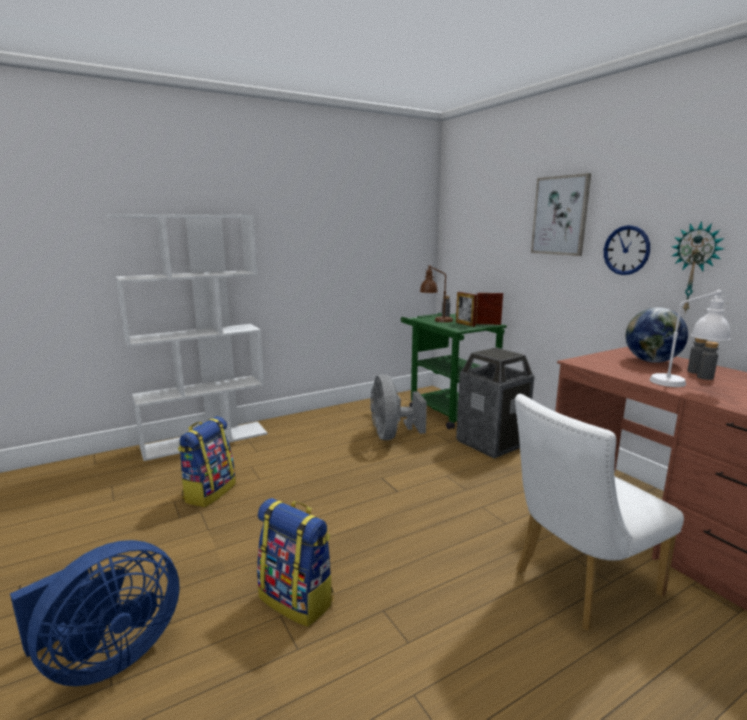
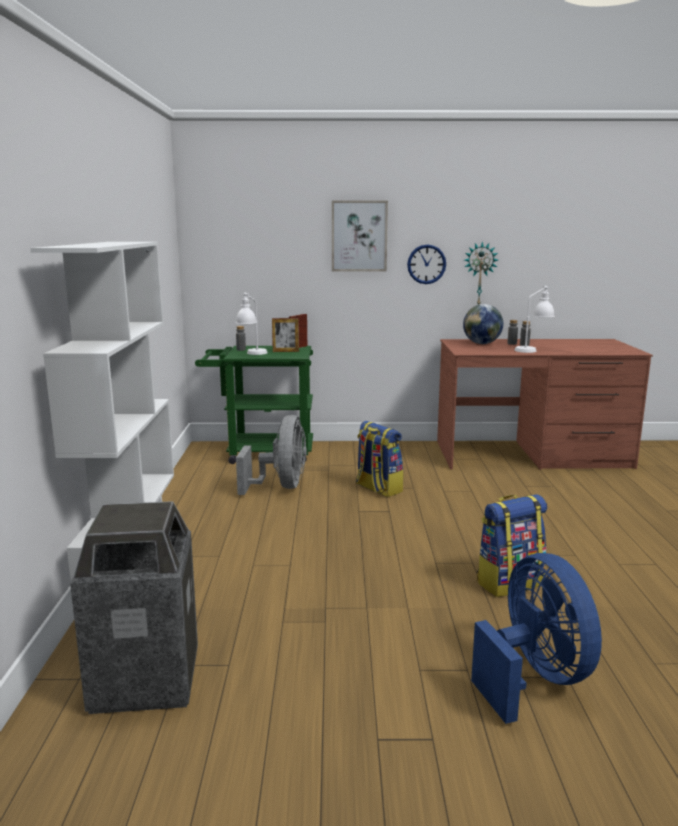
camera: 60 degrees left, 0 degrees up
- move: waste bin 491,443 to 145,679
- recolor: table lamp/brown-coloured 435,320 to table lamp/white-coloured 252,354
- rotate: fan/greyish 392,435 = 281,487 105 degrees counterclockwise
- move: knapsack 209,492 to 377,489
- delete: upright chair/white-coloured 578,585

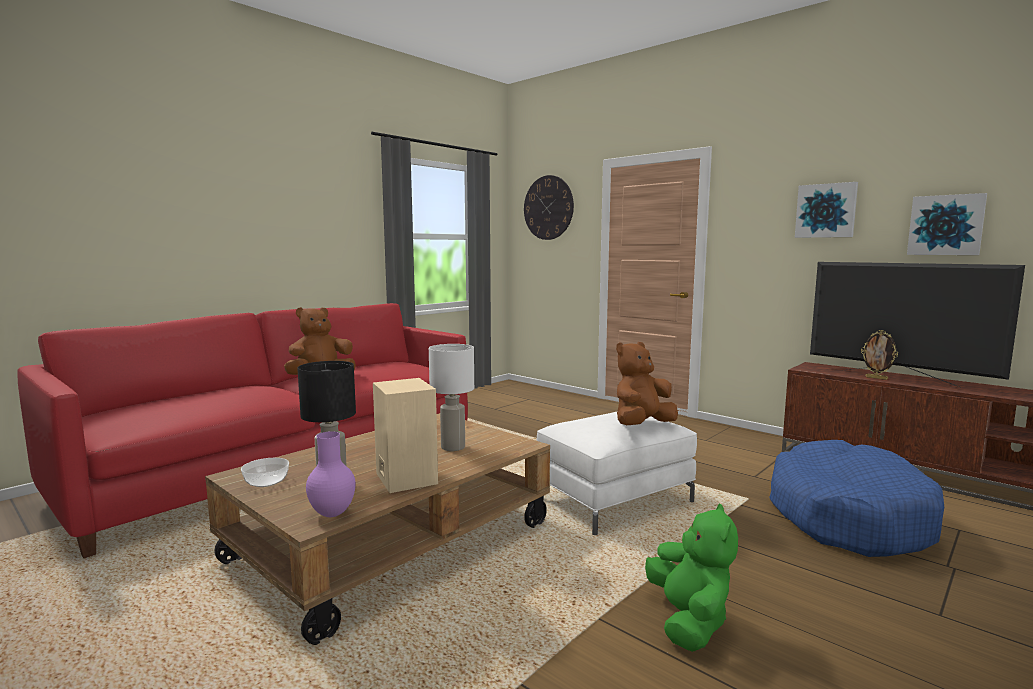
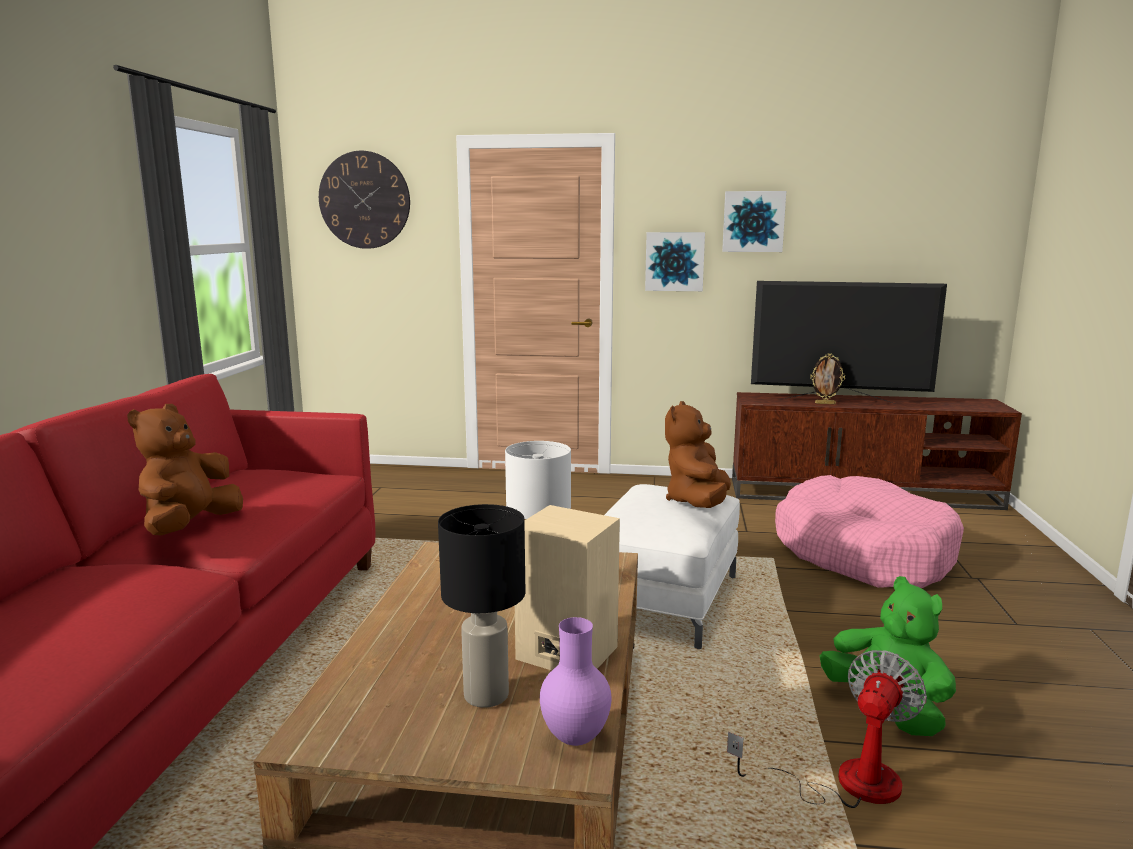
camera: 35 degrees left, 5 degrees up
- move: wall picture 946,225 to 674,261
- insert: fan 845,783
- recolor: dog cushion/blue 847,516 to dog cushion/pink 862,553
- delete: bowl 266,481

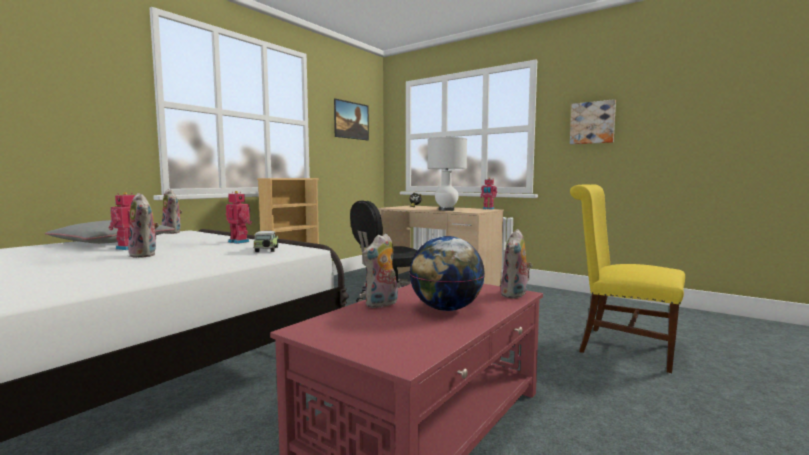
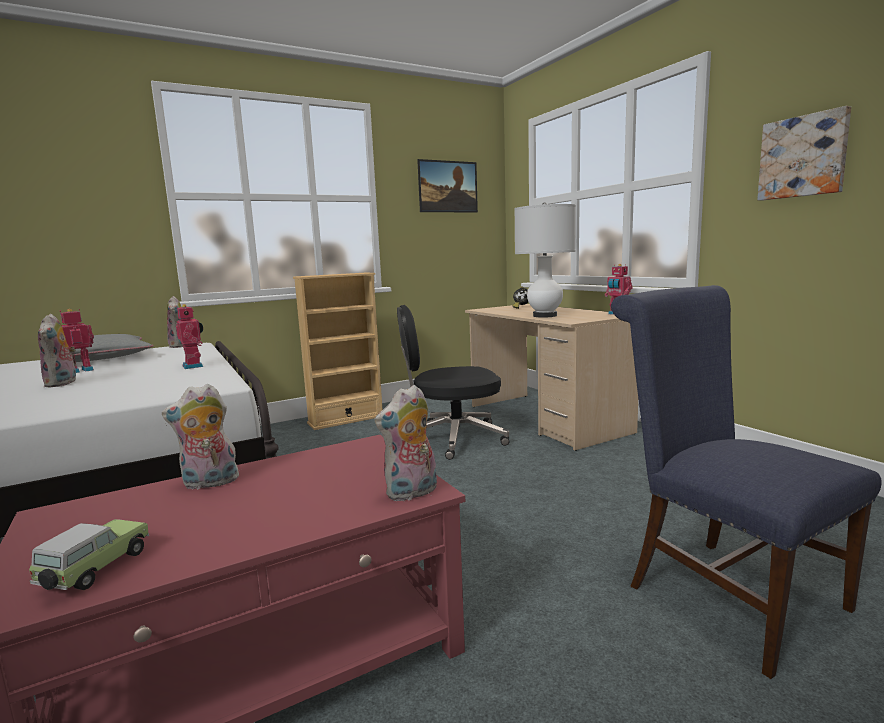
camera: 25 degrees right, 5 degrees up
- move: toy car 266,250 to 93,571
- recolor: upright chair/yellowish 620,346 to upright chair/blue 723,591
- delete: globe 446,309

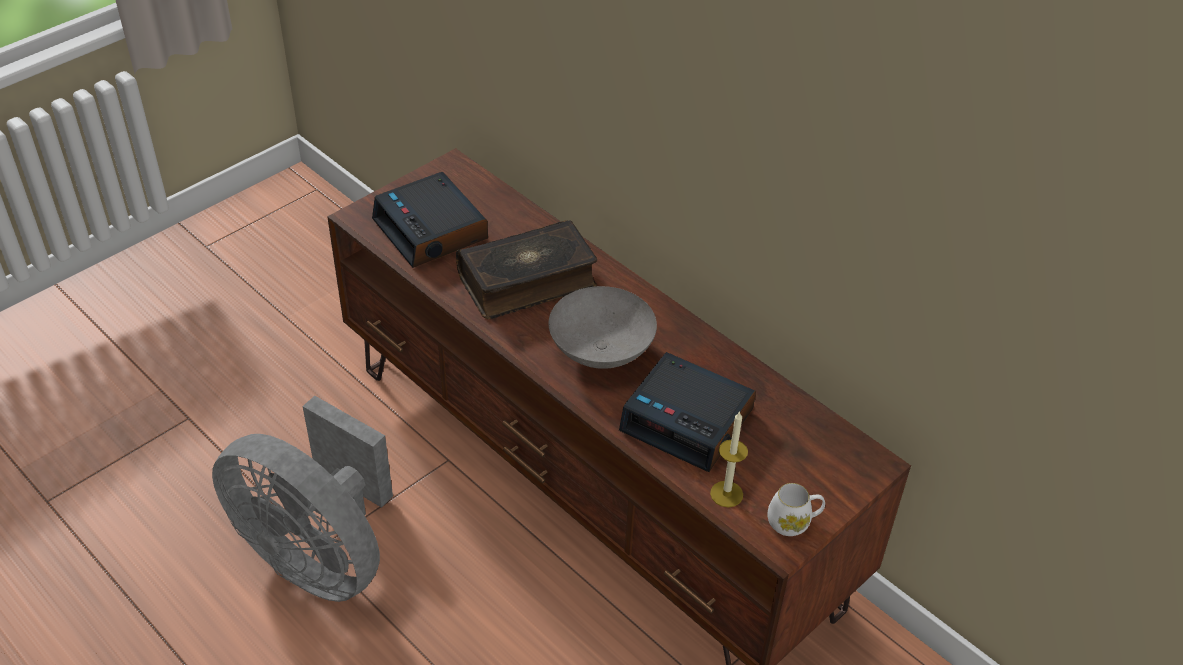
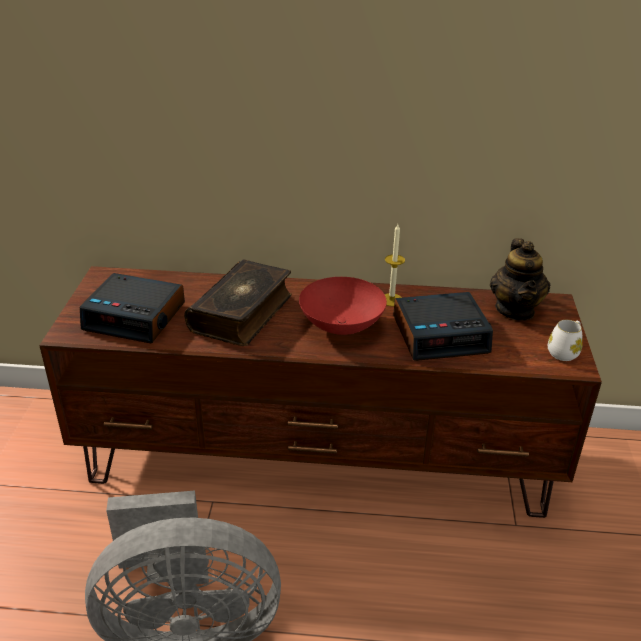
camera: 40 degrees left, 10 degrees down
- recolor: bowl/greyish 599,351 to bowl/red-coloured 340,327
- move: wax candle 726,494 to 391,300
- insert: pot for tea 515,310

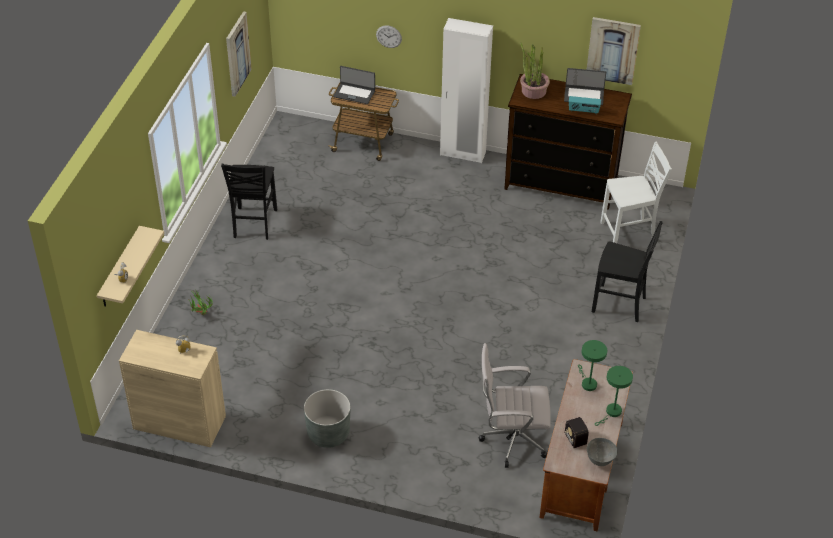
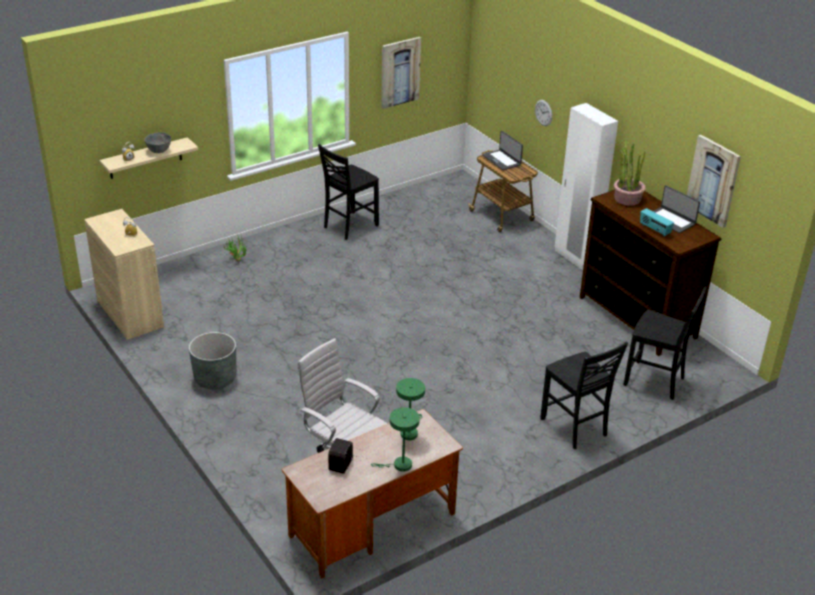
camera: 40 degrees right, 10 degrees down
- move: bowl/greyish 600,460 to 159,151
- recolor: upright chair/white-coloured 629,232 to upright chair/blackish 655,381

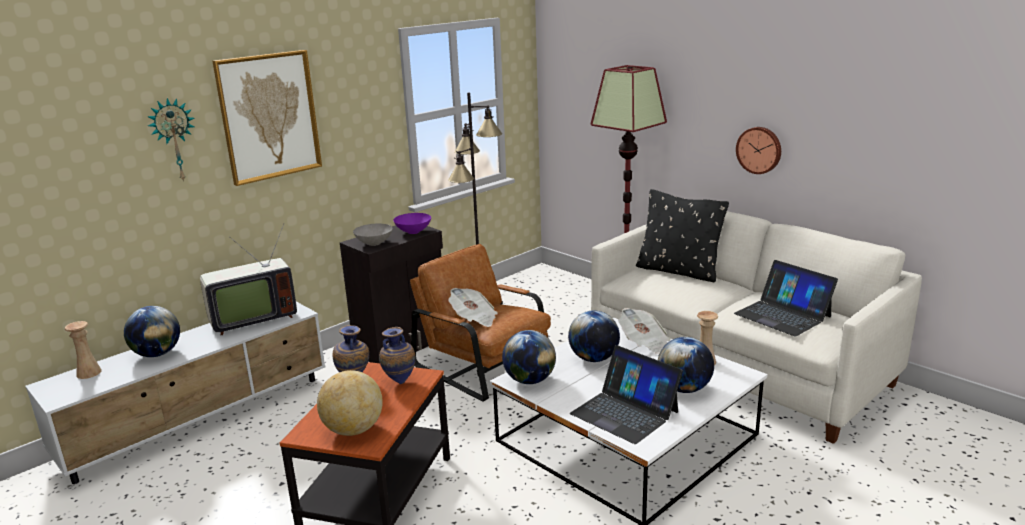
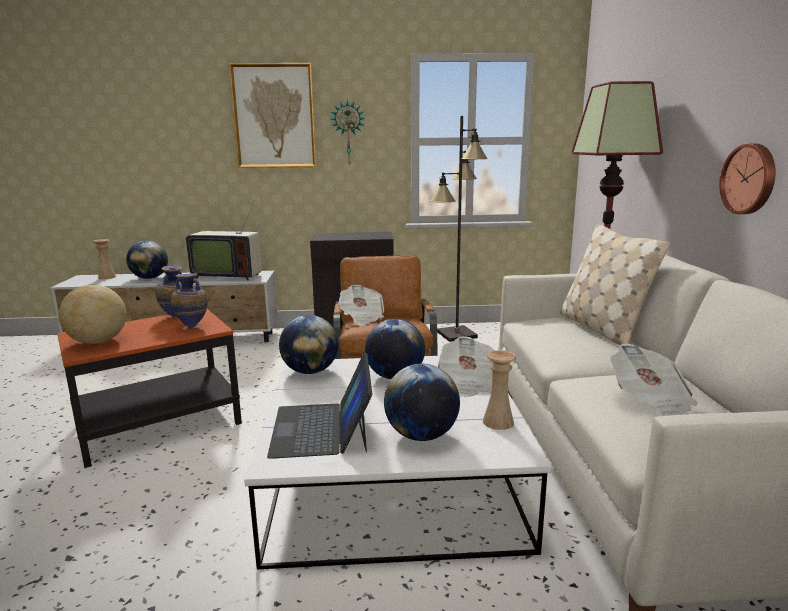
camera: 40 degrees right, 5 degrees down
- move: wall clock 174,140 to 348,133
- recolor: cushion/blackish 678,271 to cushion/beige 601,328
- replace: laptop 783,315 to daily paper 650,402
- delete: bowl/greyish 374,243
- delete: bowl/purple-coloured 412,232

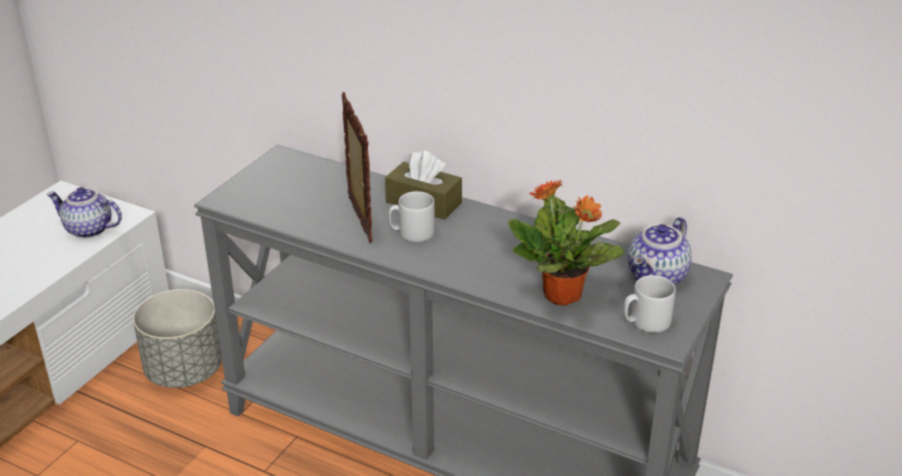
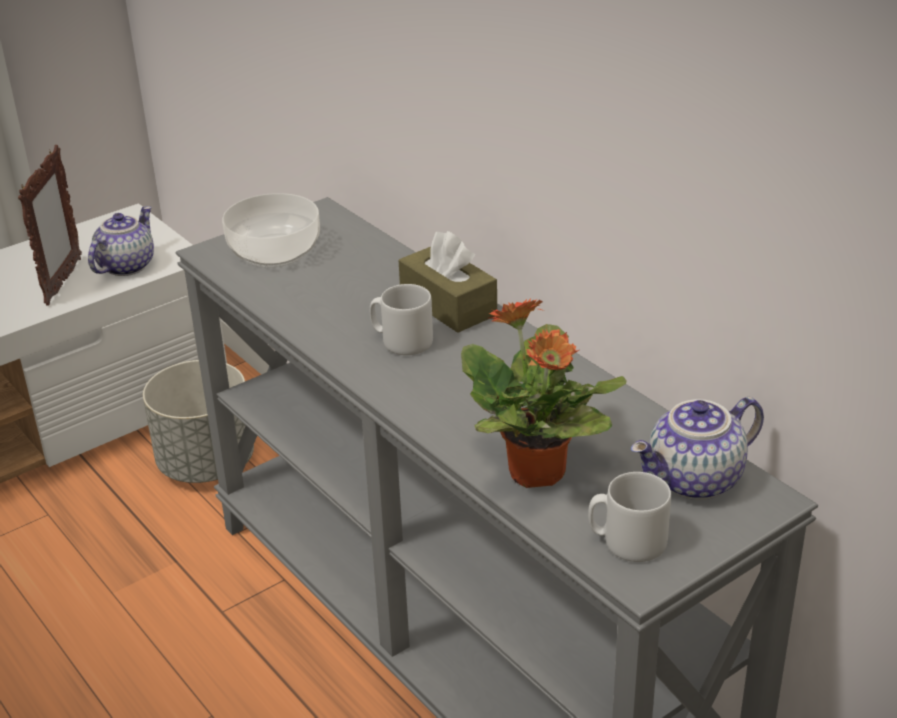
camera: 25 degrees right, 0 degrees up
- move: photo frame 359,220 to 63,282
- rotate: pot for tea 88,230 = 125,266 75 degrees clockwise
- insert: bowl 275,251

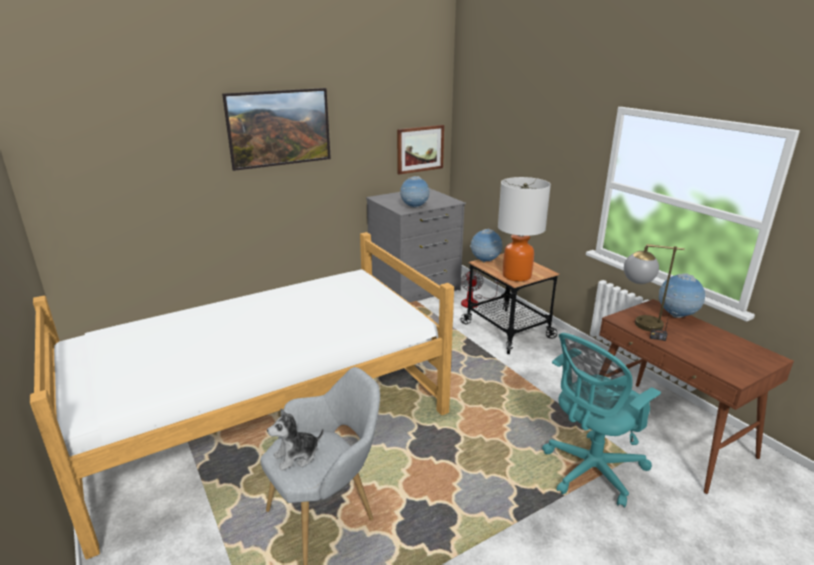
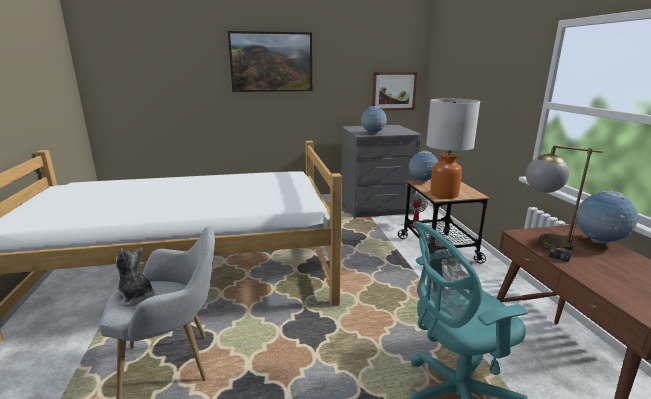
camera: 20 degrees right, 5 degrees down
- rotate: soft toy 297,456 = 135,297 45 degrees clockwise

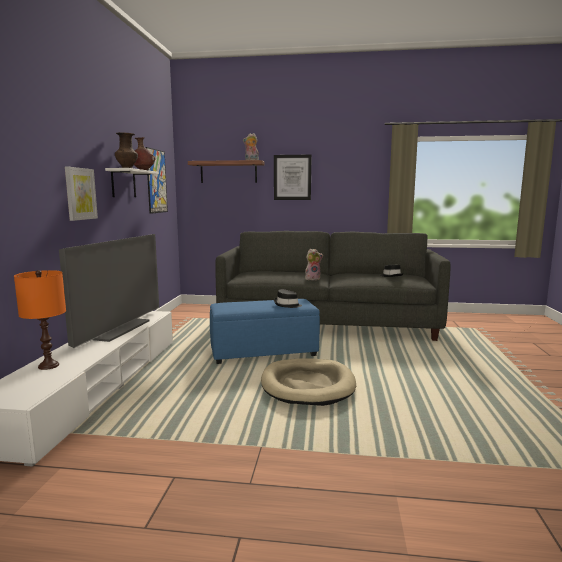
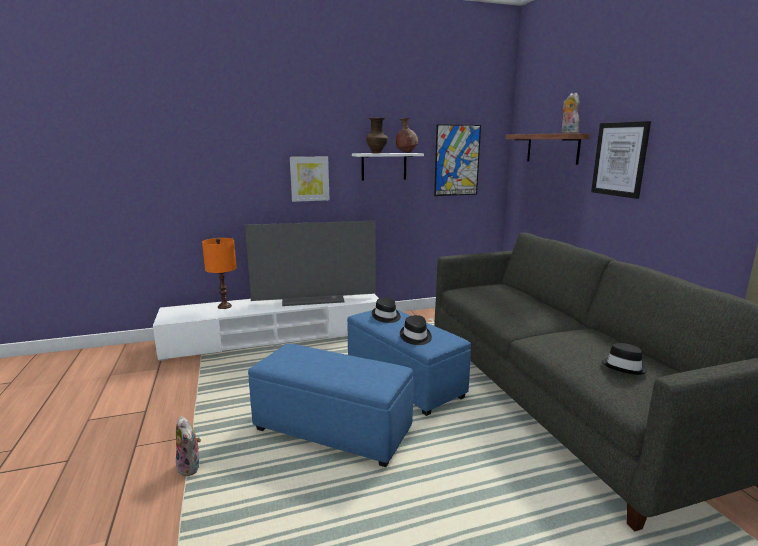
camera: 65 degrees right, 5 degrees up
- move: soft toy 312,279 to 191,467
- replace: dog cushion/beige 307,385 to footrest/blue 333,430
- insert: clothing hat/blackish 386,316

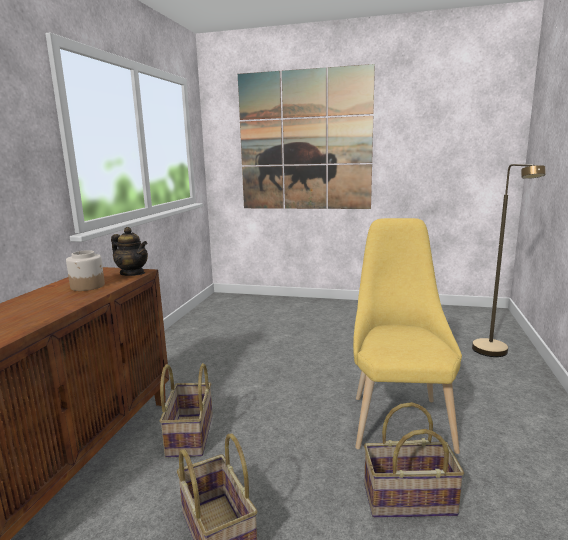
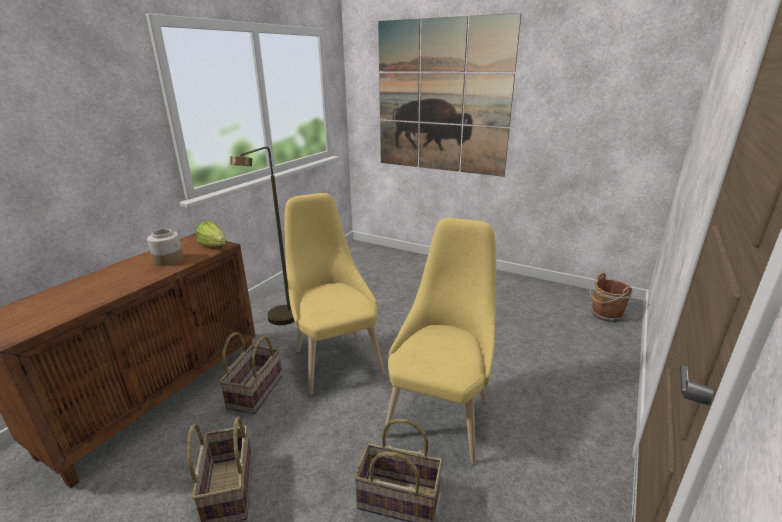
camera: 15 degrees right, 10 degrees up
- replace: pot for tea 132,273 to lettuce 215,247
- move: standing lamp/brown-coloured 495,354 to 279,321
- insert: upright chair/yellowish 335,358
- insert: water bucket/brown-coloured 605,314

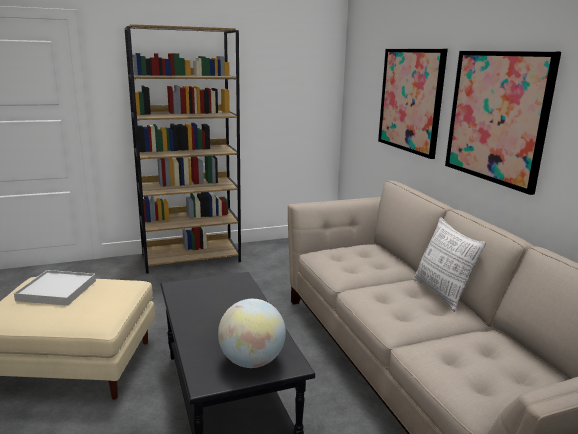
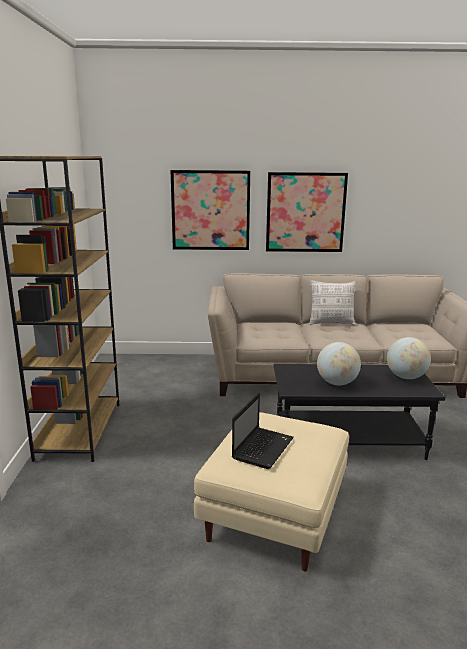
camera: 70 degrees left, 0 degrees up
- replace: tray/white-coloured 57,290 to laptop 263,448
- insert: globe 337,383

